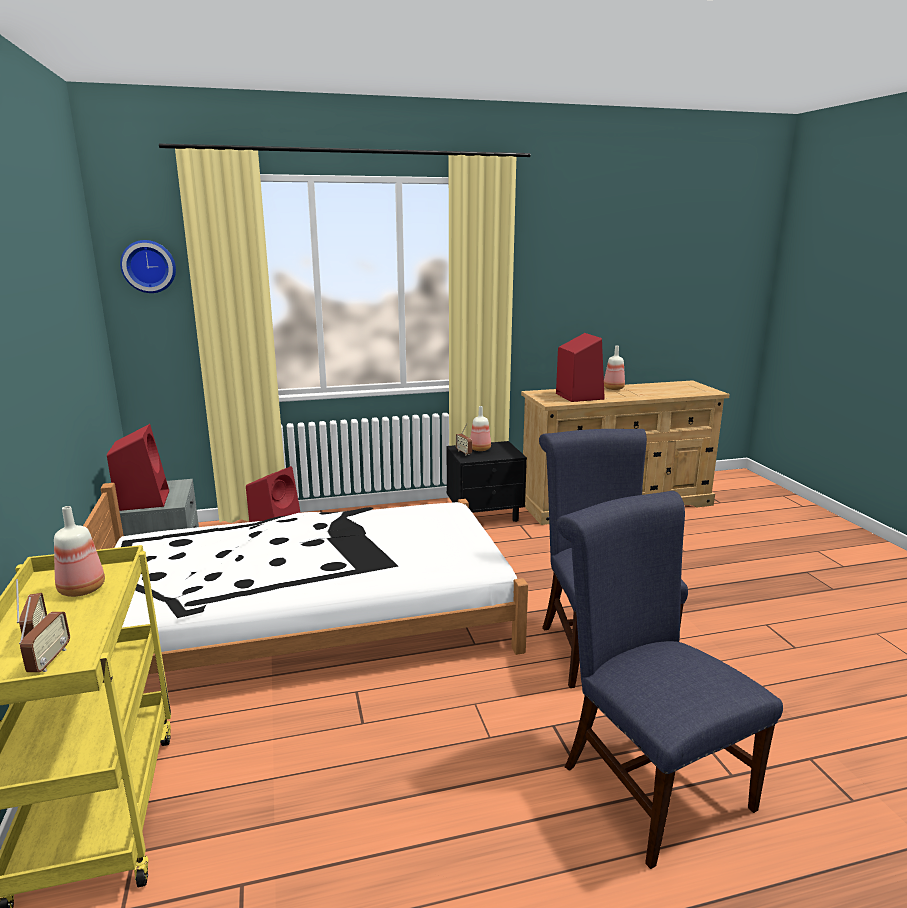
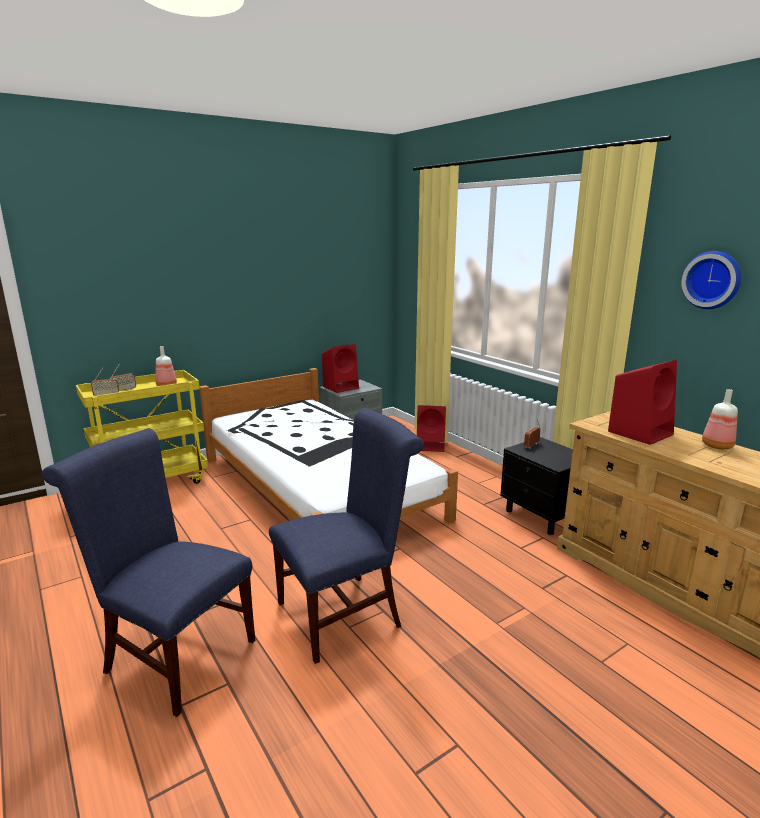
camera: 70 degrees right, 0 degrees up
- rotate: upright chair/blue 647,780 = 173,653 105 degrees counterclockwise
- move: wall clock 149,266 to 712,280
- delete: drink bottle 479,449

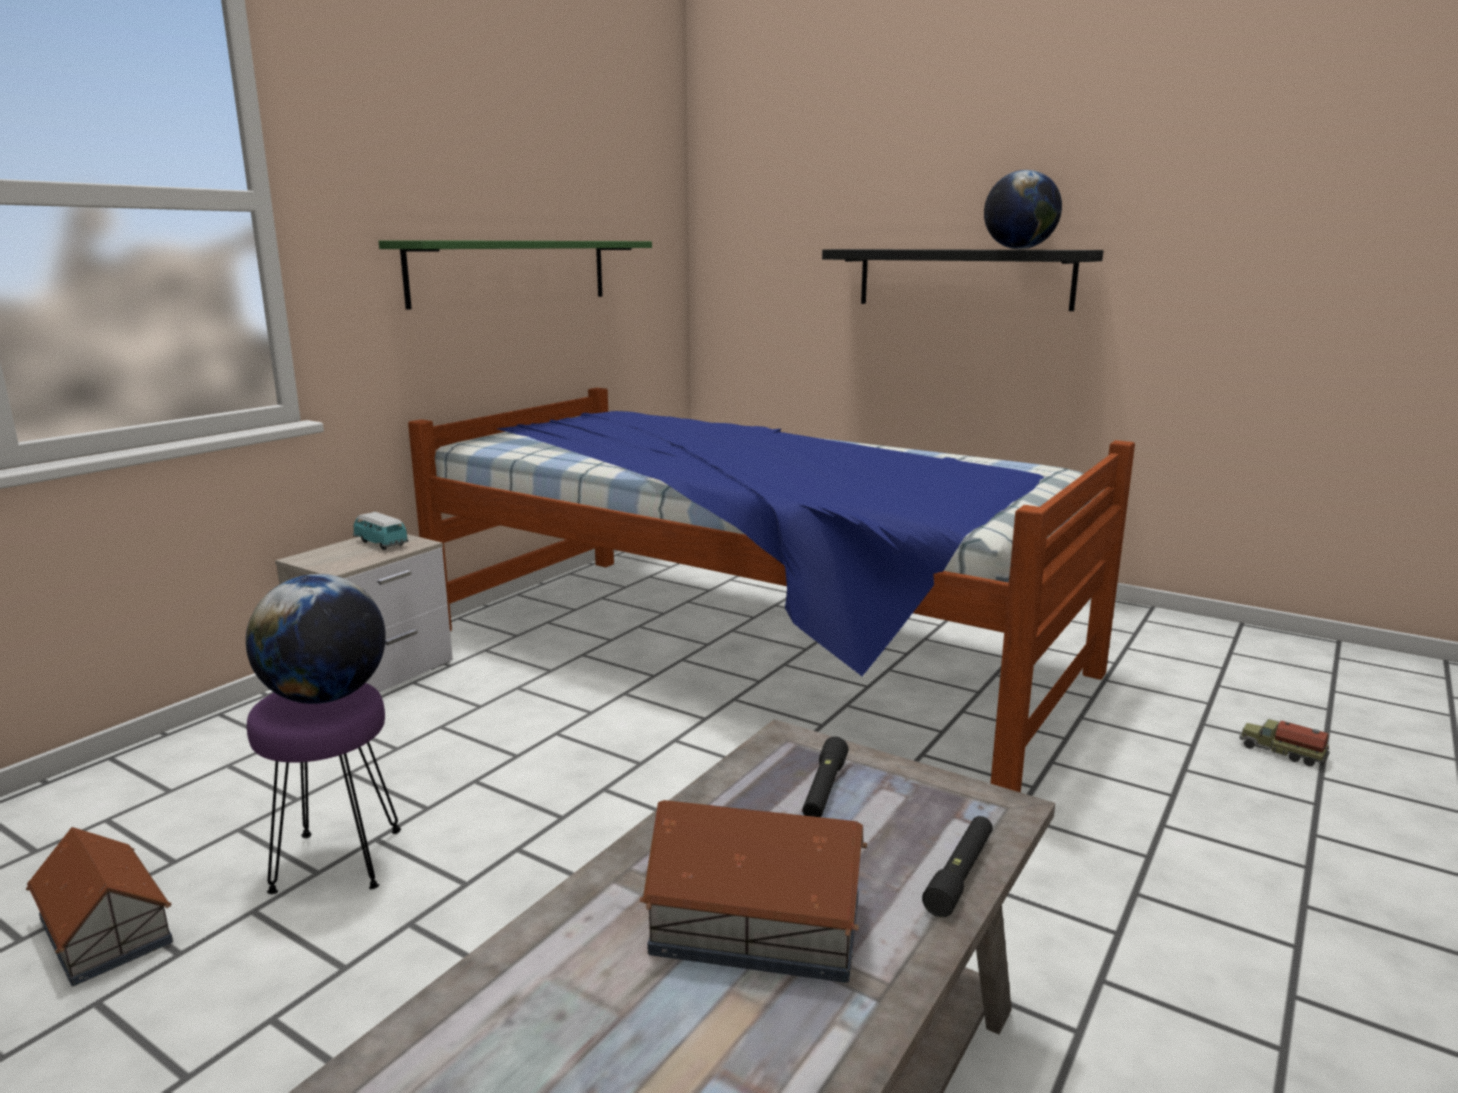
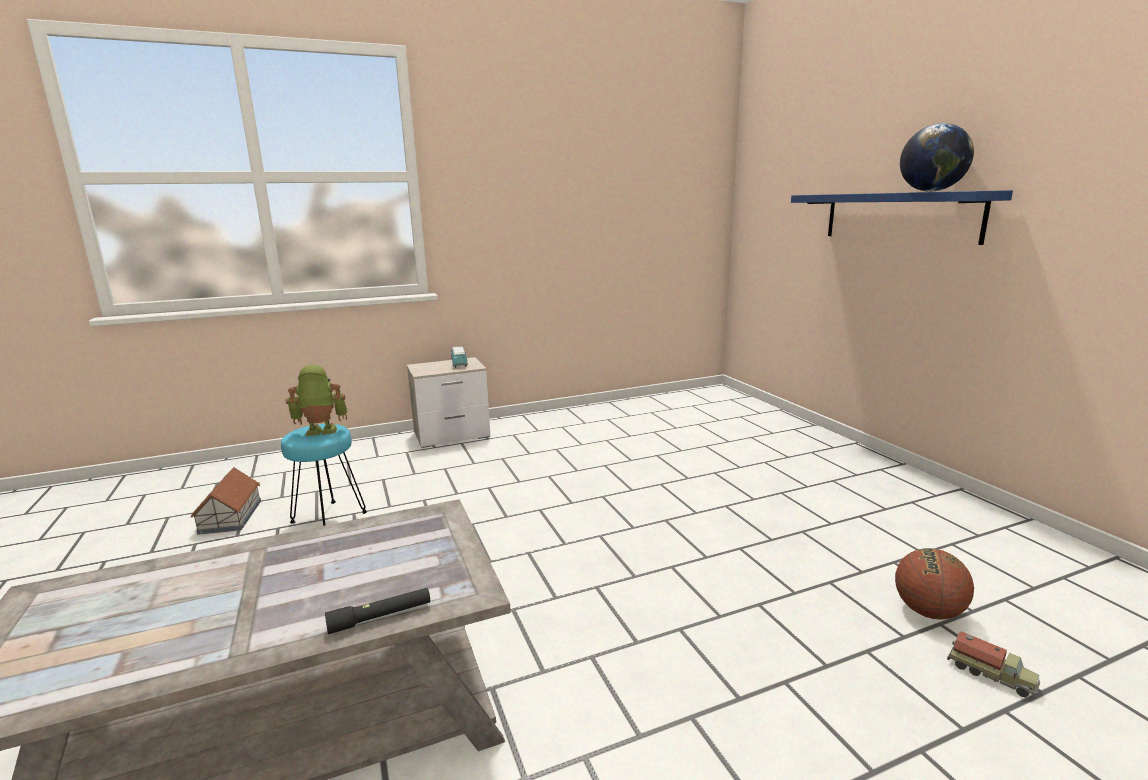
camera: 35 degrees right, 0 degrees up
- recolor: sitting stool/purple-coloured 337,862 to sitting stool/turquoise-coloured 328,518
- replace: globe 325,697 to model robot 320,432
- recolor: bracket shelf/blackish 963,278 to bracket shelf/blue 899,216
- insert: basketball 928,611
- rotate: toy truck 1282,752 = 991,675 150 degrees clockwise
- delete: bracket shelf/green 512,271
- delete: sleeping bed 748,653
- delete: model house 755,923
- delete: flashlight/blackish 824,789

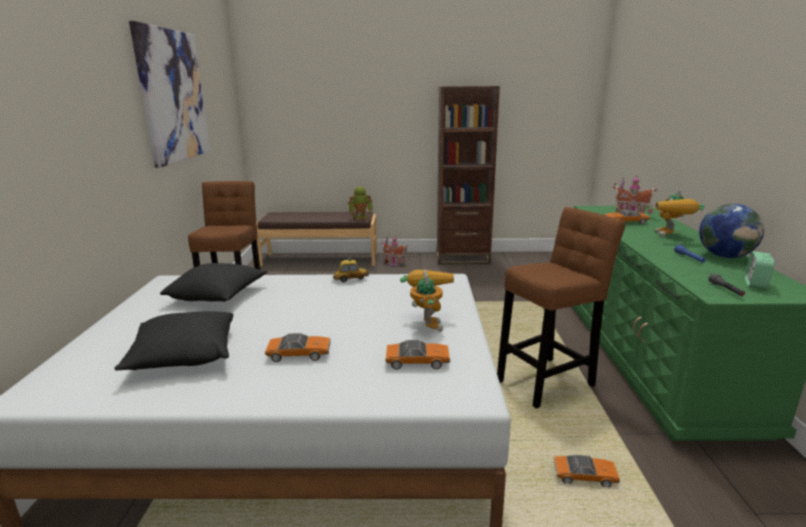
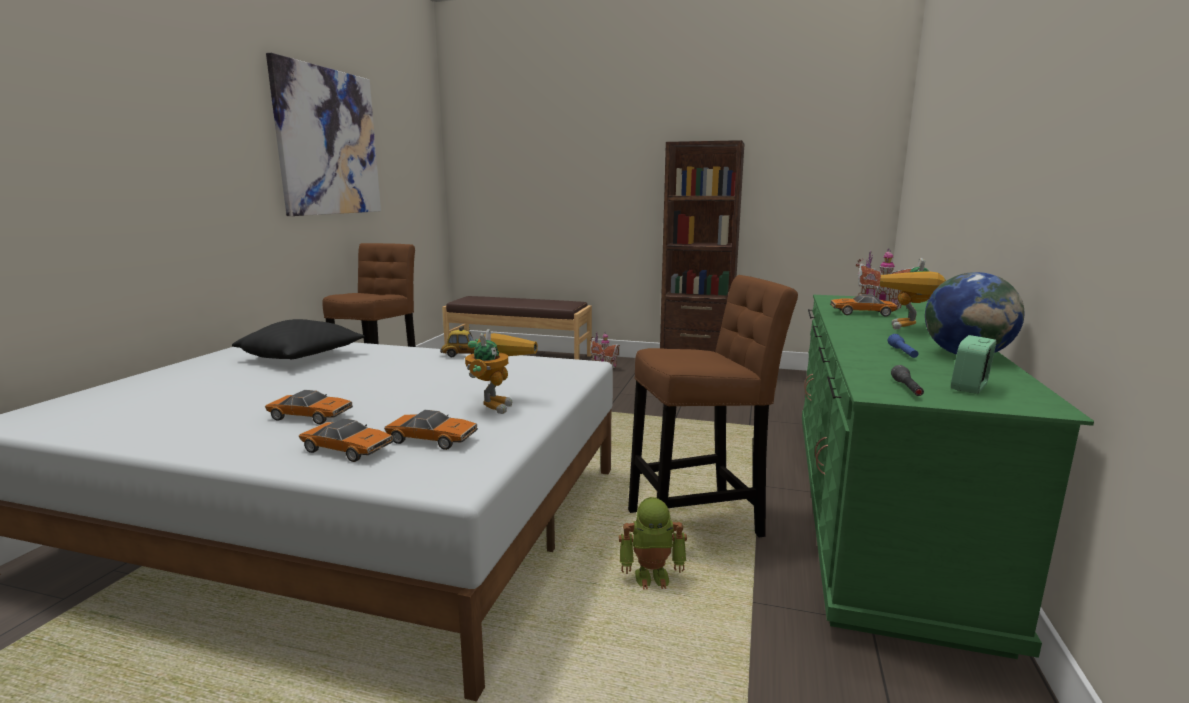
camera: 15 degrees right, 5 degrees down
- move: toy car 584,476 to 347,450
- move: model robot 361,217 to 652,577
- delete: cushion/blackish 183,356

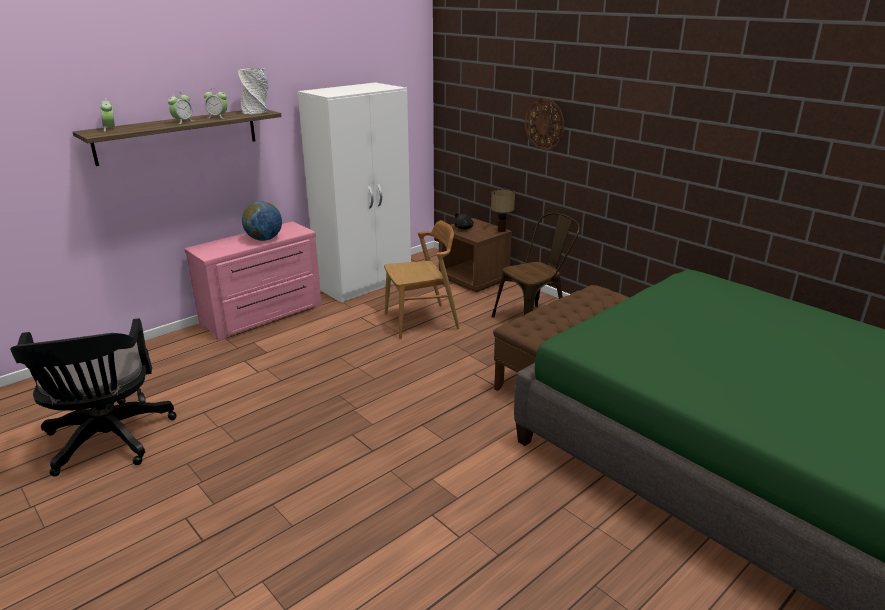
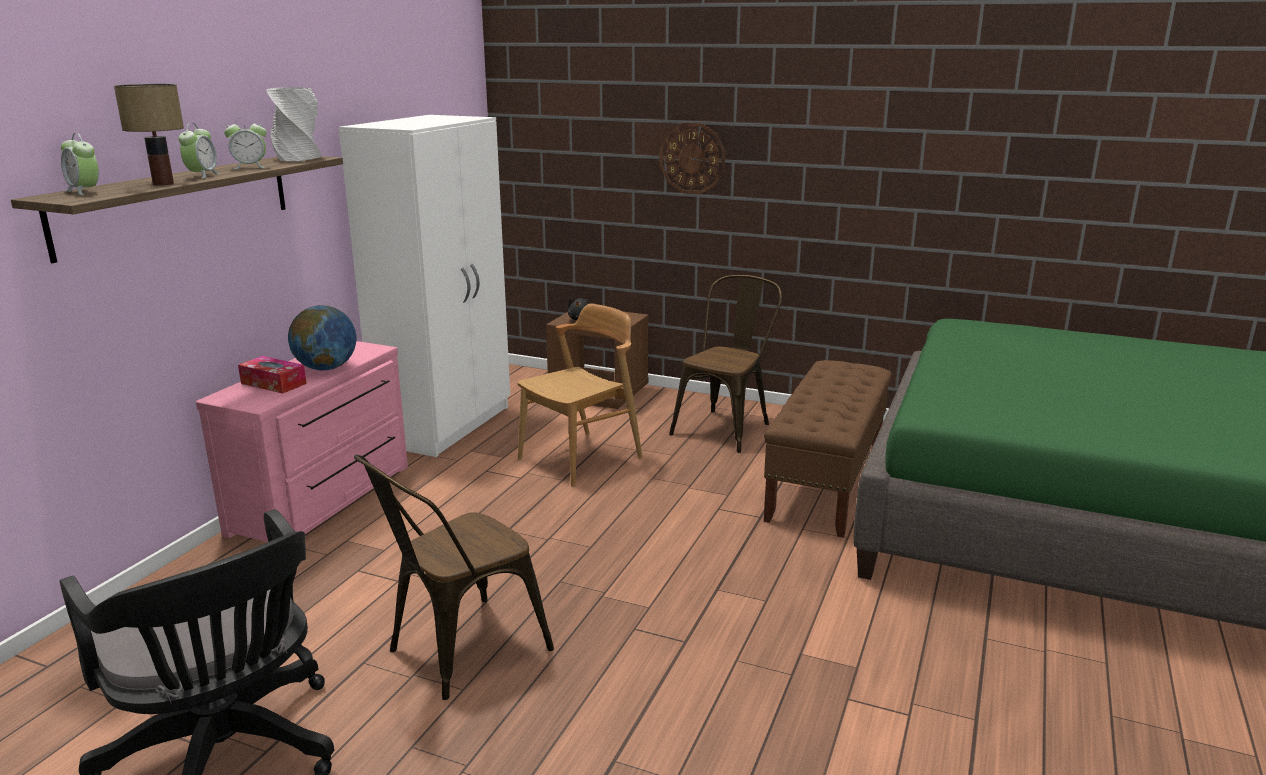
camera: 25 degrees left, 5 degrees down
- move: table lamp 501,230 to 163,184
- insert: tissue box 273,383
- insert: upright chair/brown-coloured 458,652

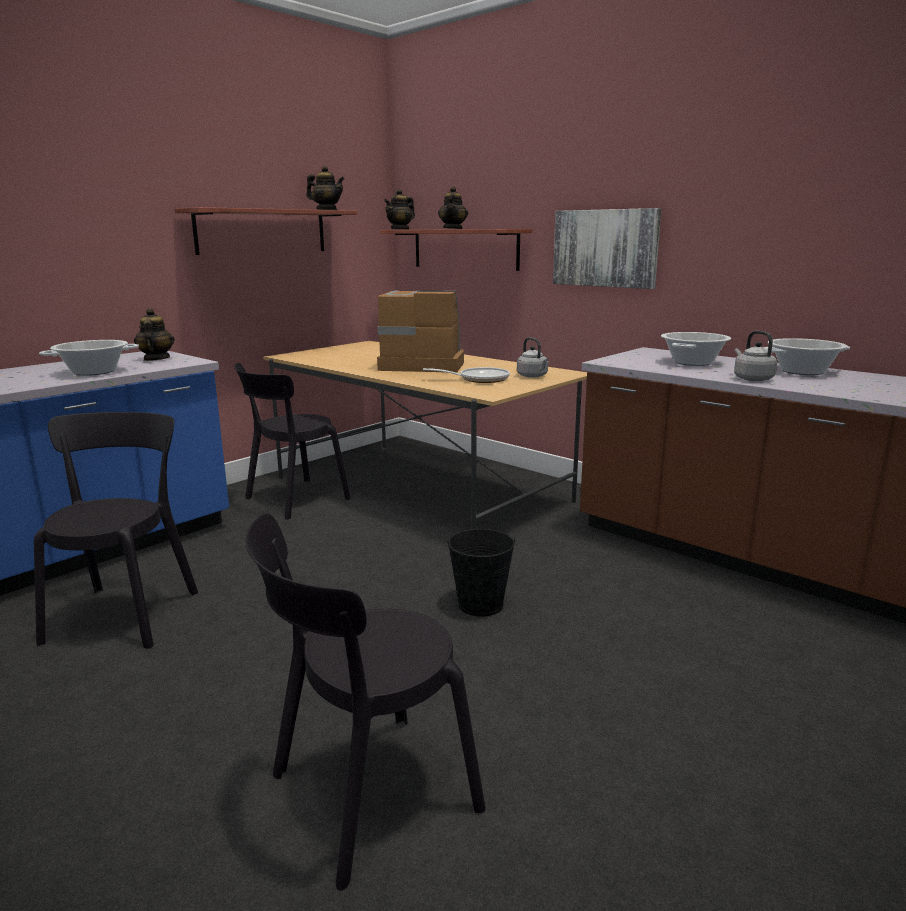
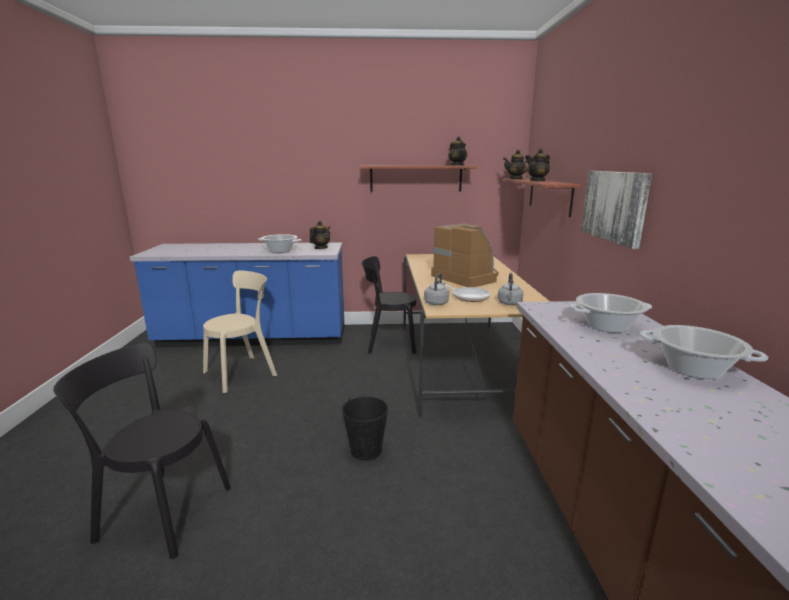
camera: 45 degrees right, 0 degrees up
- recolor: upright chair/blackish 126,613 to upright chair/beige 243,372
- move: tea kettle/greyish 751,379 to 436,303

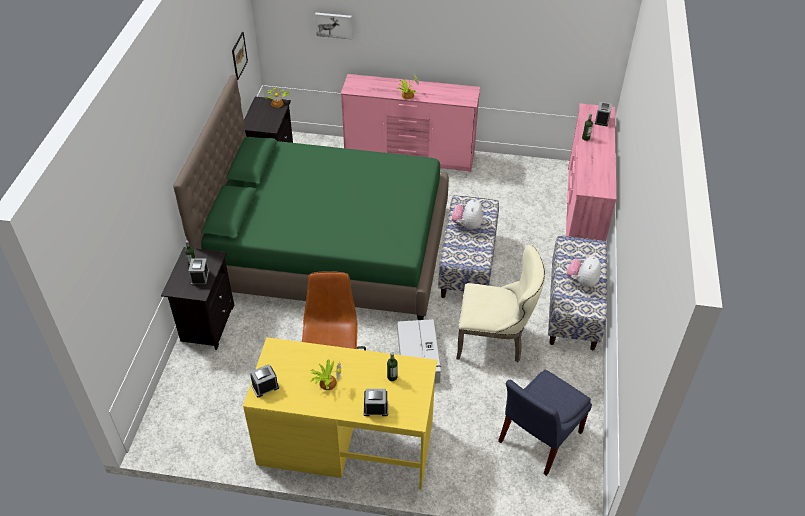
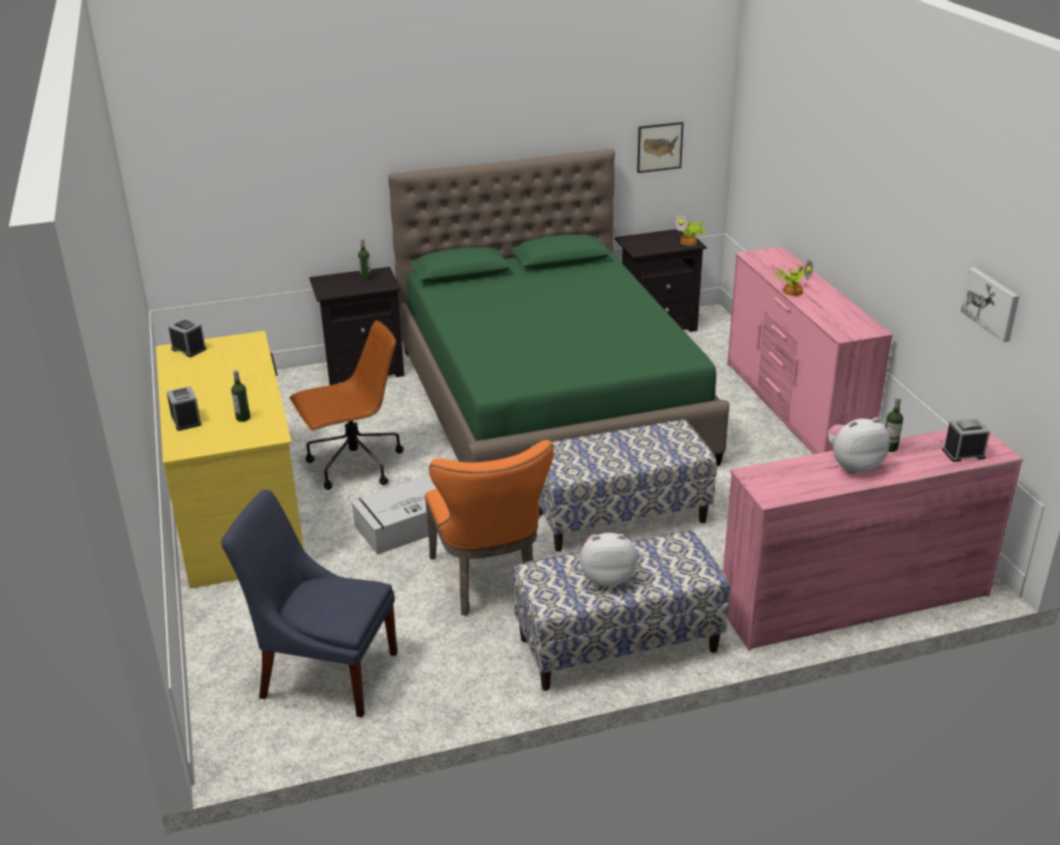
camera: 65 degrees right, 15 degrees down
- recolor: upright chair/beige 495,341 to upright chair/orange 489,582
- move: soft toy 467,225 to 853,466
- move: wall picture 334,25 to 992,303
- delete: bedside clock 200,277
- delete: potted plant 327,382

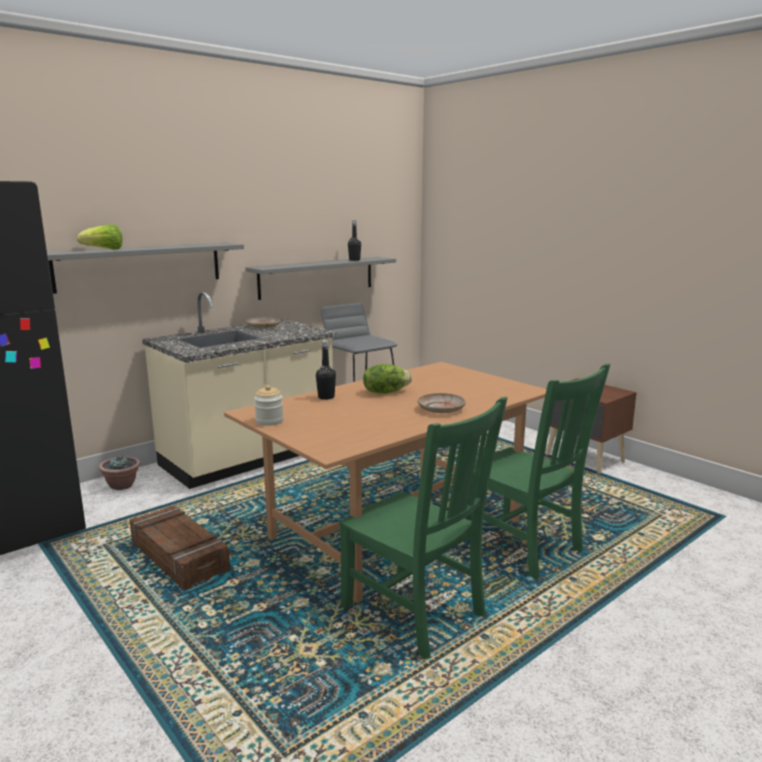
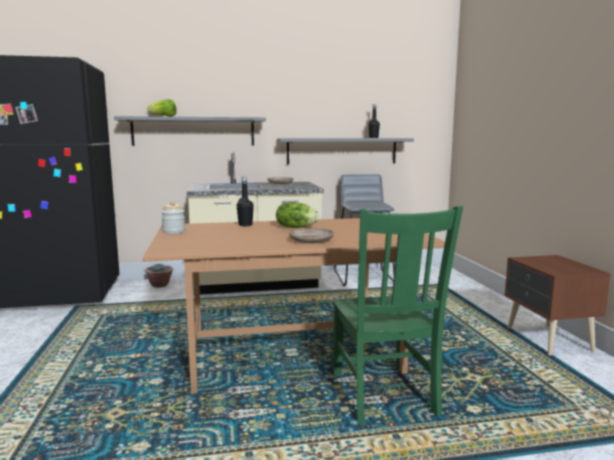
camera: 30 degrees right, 5 degrees down
- delete: crate 180,556
- delete: upright chair/green 416,614

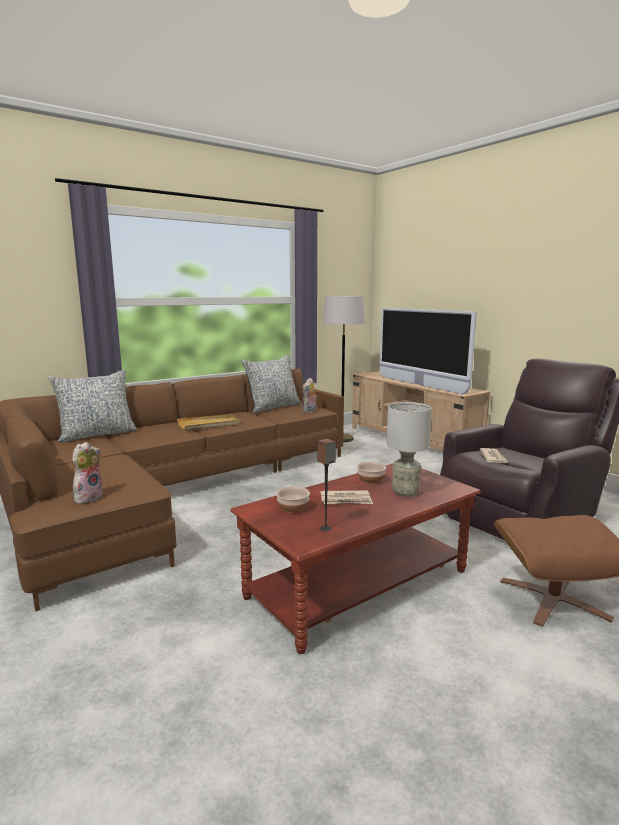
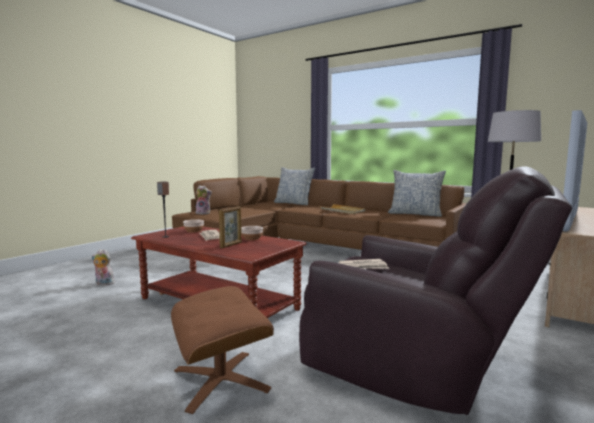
camera: 70 degrees right, 5 degrees down
- move: soft toy 309,411 to 103,284
- replace: table lamp/greyish 404,492 to photo frame 231,245

